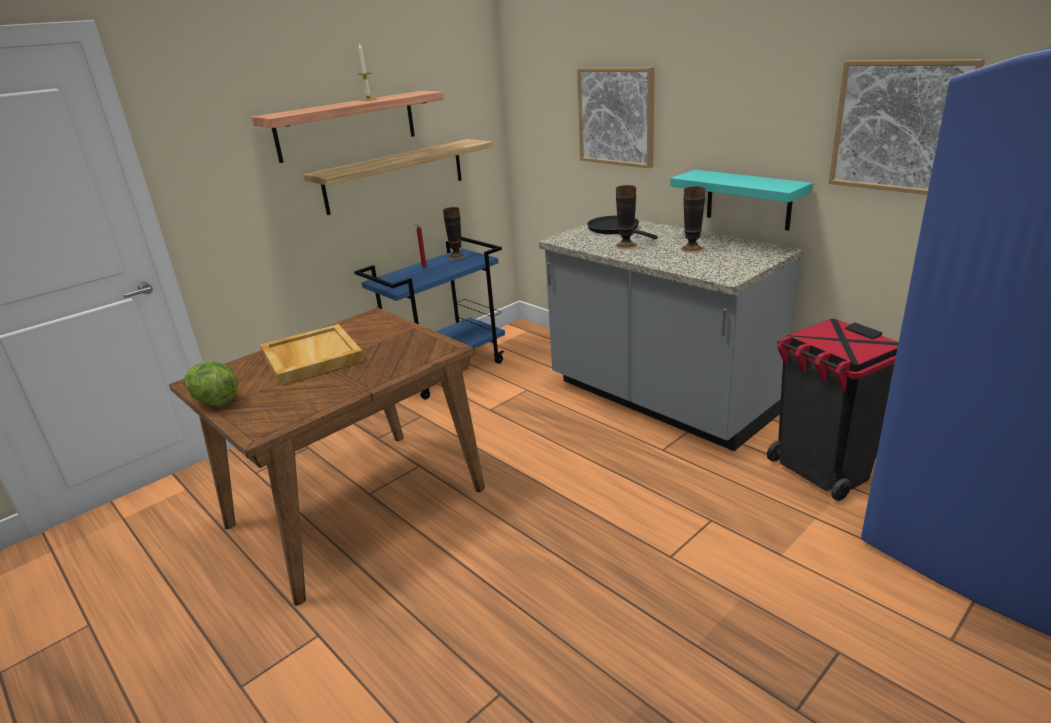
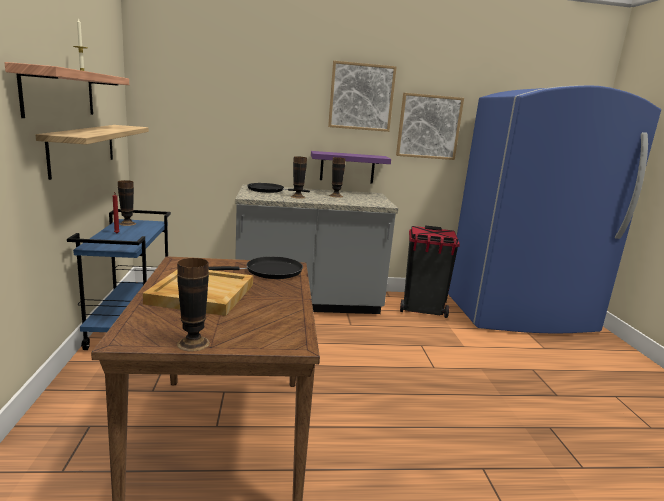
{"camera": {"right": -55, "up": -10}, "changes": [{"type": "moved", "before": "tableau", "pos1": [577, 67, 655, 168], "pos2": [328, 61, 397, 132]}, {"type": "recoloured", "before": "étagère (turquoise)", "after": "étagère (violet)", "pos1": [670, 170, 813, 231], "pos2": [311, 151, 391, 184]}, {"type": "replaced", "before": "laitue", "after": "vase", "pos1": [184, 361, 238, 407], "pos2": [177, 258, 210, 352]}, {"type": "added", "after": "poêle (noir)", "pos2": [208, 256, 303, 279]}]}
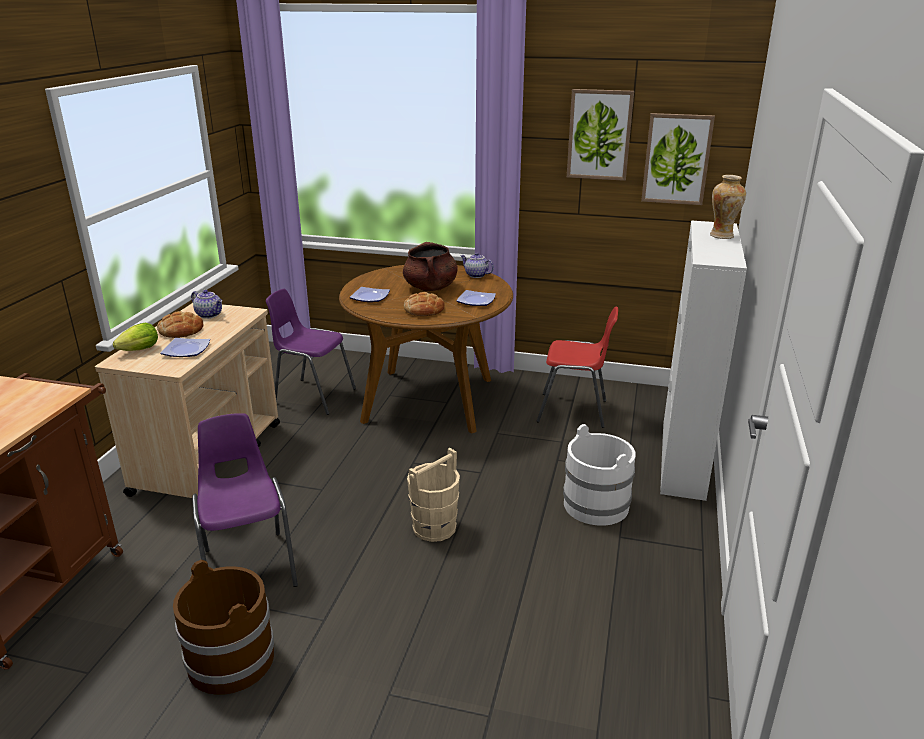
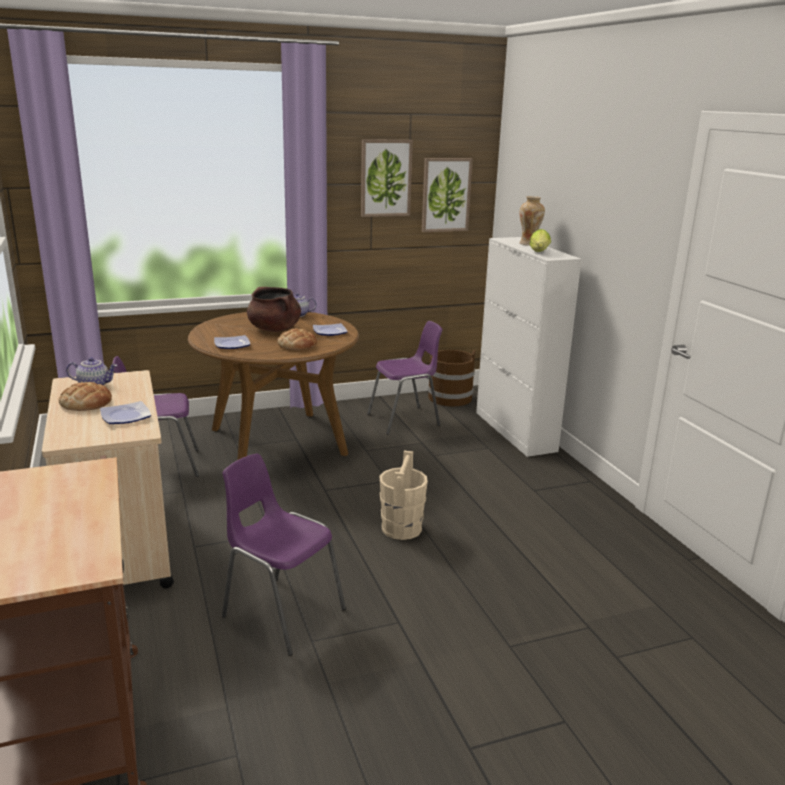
{"camera": {"right": -35, "up": -5}, "changes": [{"type": "recoloured", "before": "chaise (rouge)", "after": "chaise (violet)", "pos1": [537, 306, 618, 428], "pos2": [367, 321, 442, 435]}, {"type": "moved", "before": "laitue", "pos1": [113, 323, 158, 351], "pos2": [530, 229, 551, 252]}, {"type": "removed", "before": "seau (blanc)", "pos1": [563, 424, 636, 526]}, {"type": "moved", "before": "seau (marron)", "pos1": [173, 560, 274, 695], "pos2": [428, 350, 475, 406]}]}
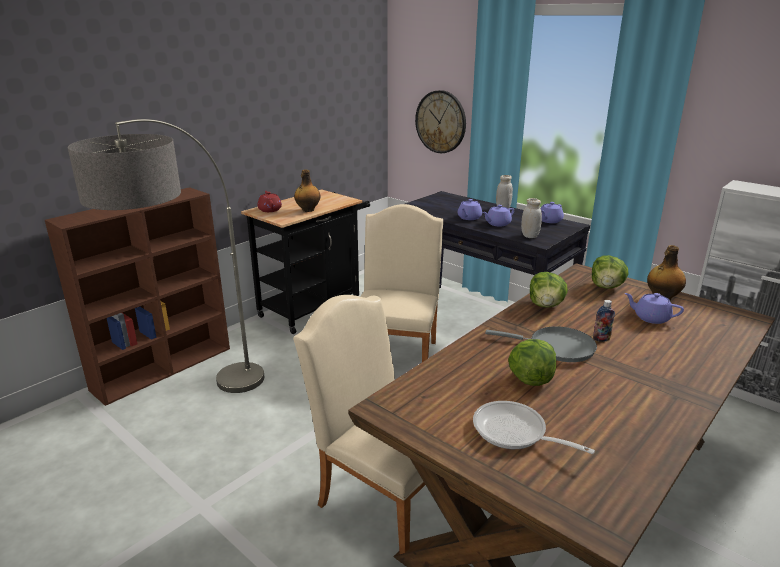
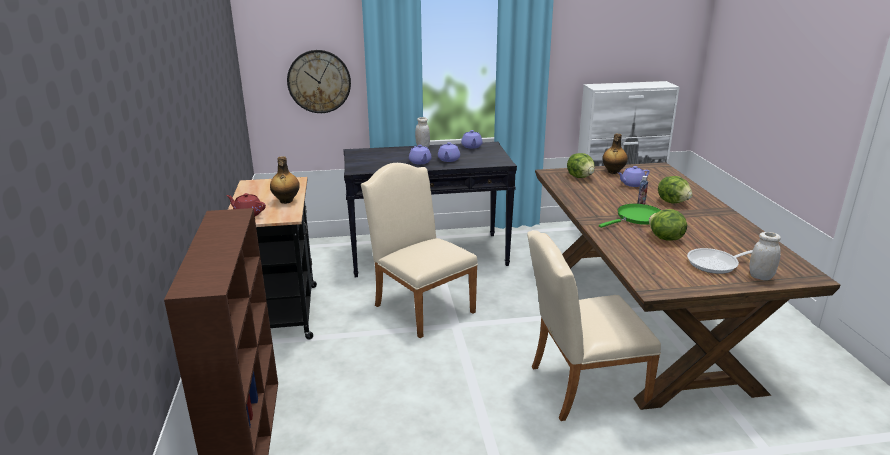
{"camera": {"right": -50, "up": 0}, "changes": [{"type": "removed", "before": "lampadaire", "pos1": [68, 119, 264, 393]}, {"type": "moved", "before": "bocal (blanc)", "pos1": [521, 198, 542, 238], "pos2": [749, 232, 781, 280]}, {"type": "moved", "before": "laitue", "pos1": [530, 272, 568, 308], "pos2": [658, 176, 692, 204]}, {"type": "recoloured", "before": "poêle (gris)", "after": "poêle (vert)", "pos1": [485, 326, 597, 362], "pos2": [599, 204, 661, 228]}]}
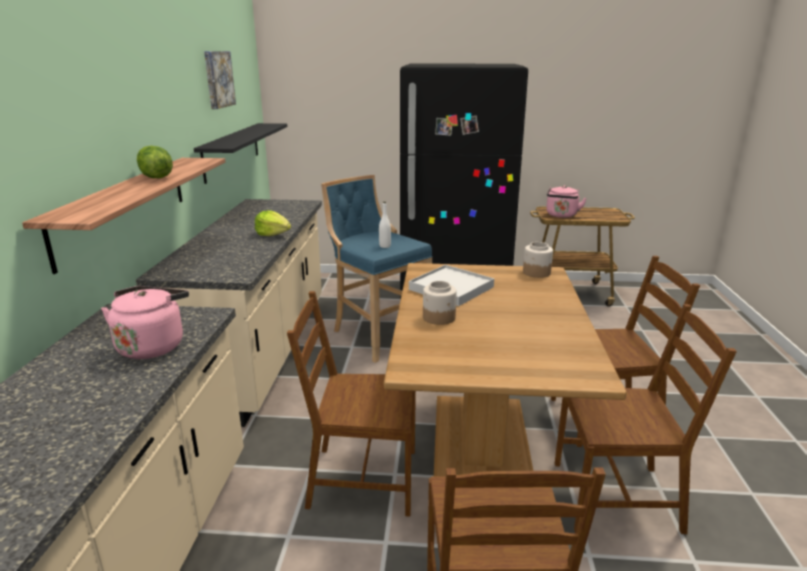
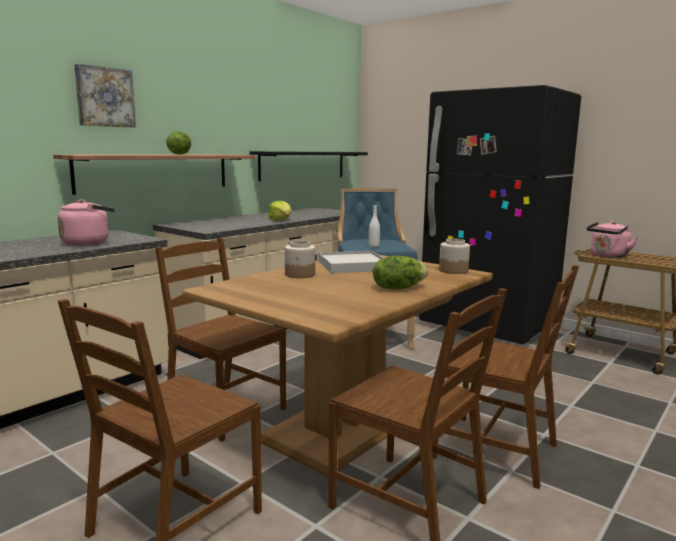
{"camera": {"right": 35, "up": -10}, "changes": [{"type": "moved", "before": "tableau", "pos1": [204, 51, 236, 109], "pos2": [74, 64, 136, 127]}, {"type": "added", "after": "laitue", "pos2": [373, 256, 428, 290]}]}
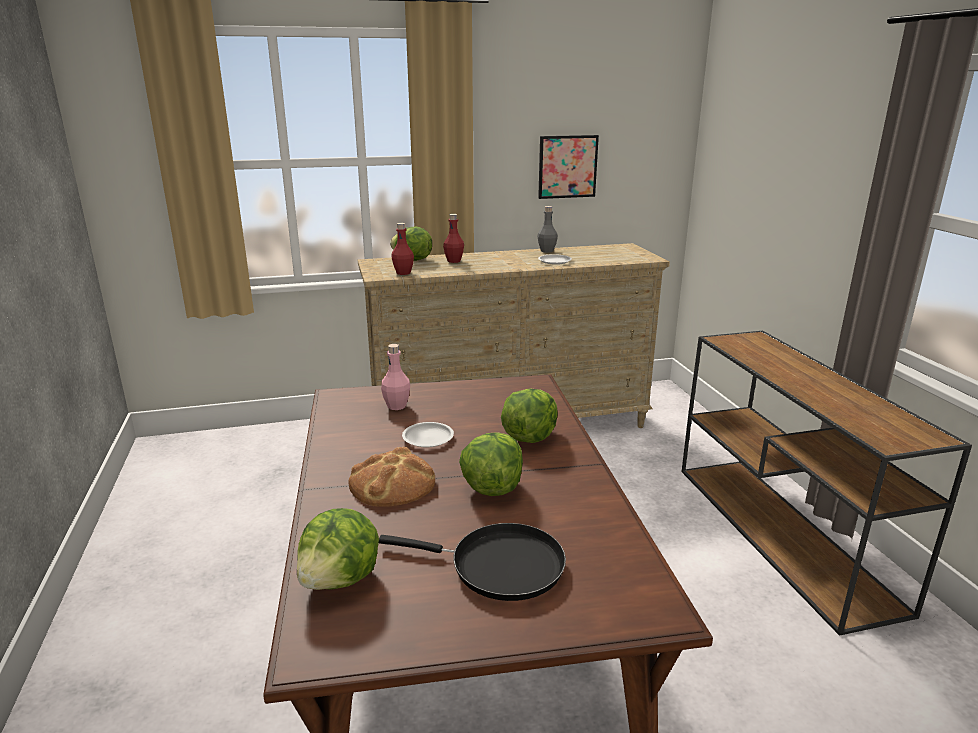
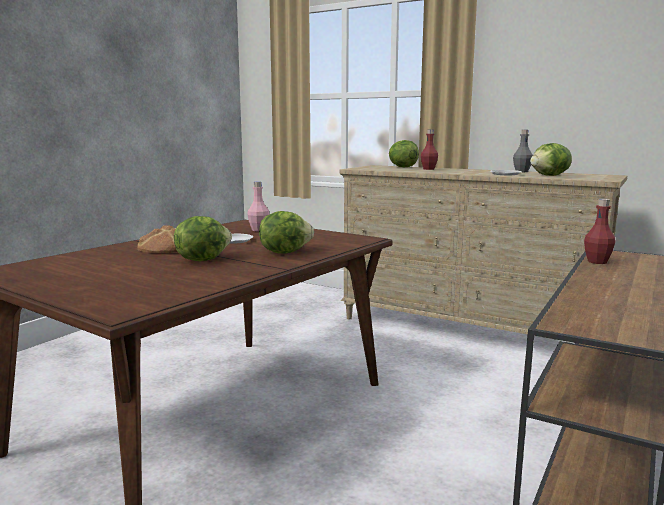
{"camera": {"right": 45, "up": -10}, "changes": [{"type": "removed", "before": "tableau", "pos1": [538, 135, 599, 199]}, {"type": "moved", "before": "bouteille (rouge)", "pos1": [391, 223, 414, 275], "pos2": [584, 199, 616, 264]}, {"type": "moved", "before": "laitue", "pos1": [297, 508, 379, 590], "pos2": [530, 143, 572, 176]}, {"type": "removed", "before": "poêle (noir)", "pos1": [379, 523, 566, 601]}]}
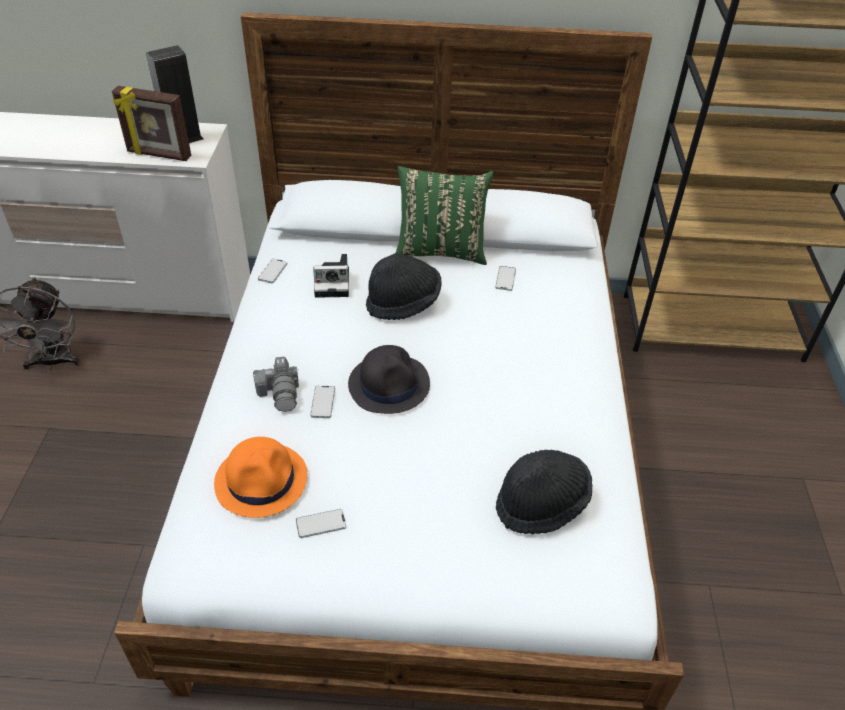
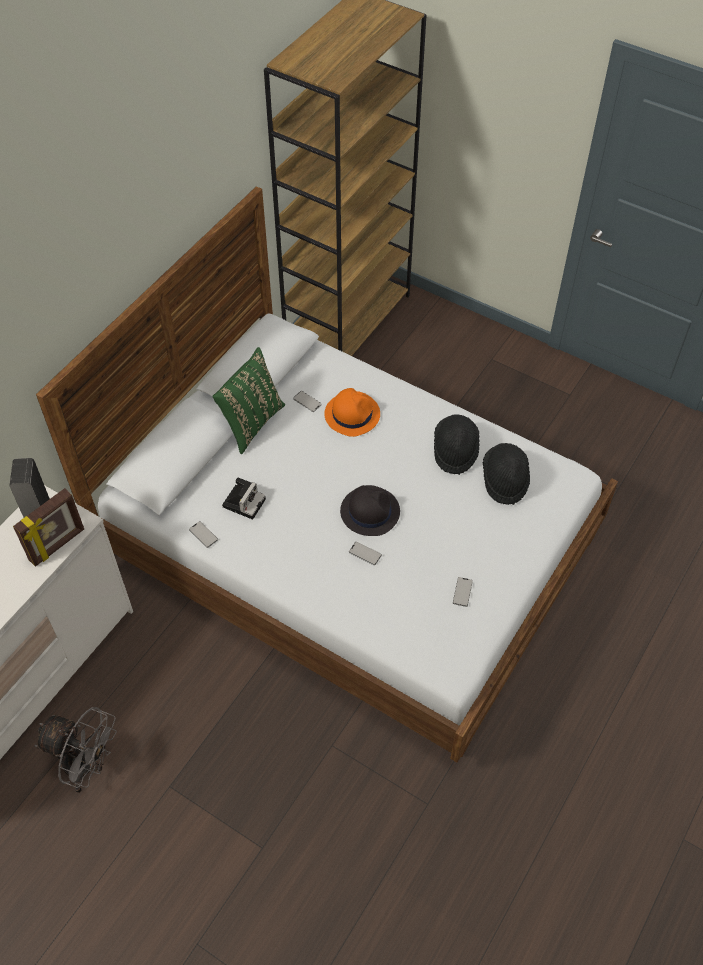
{"camera": {"right": -60, "up": 10}, "changes": [{"type": "moved", "before": "chapeau (noir)", "pos1": [366, 253, 442, 320], "pos2": [434, 415, 479, 475]}, {"type": "removed", "before": "appareil photo", "pos1": [253, 357, 299, 412]}, {"type": "moved", "before": "chapeau (orange)", "pos1": [214, 437, 307, 518], "pos2": [324, 388, 380, 437]}]}
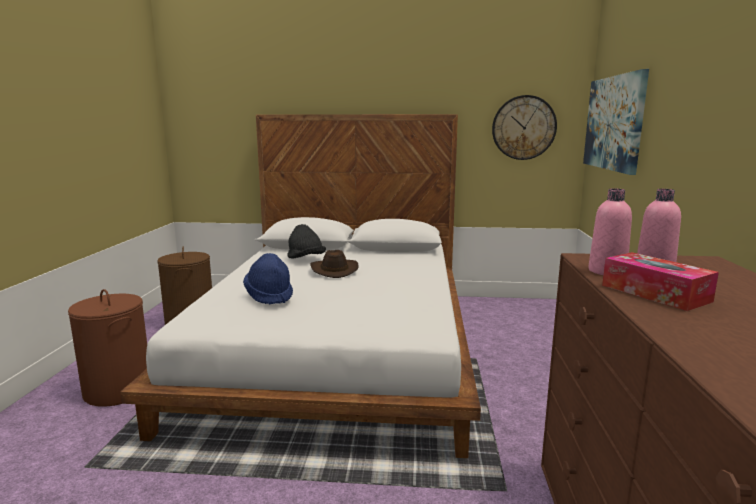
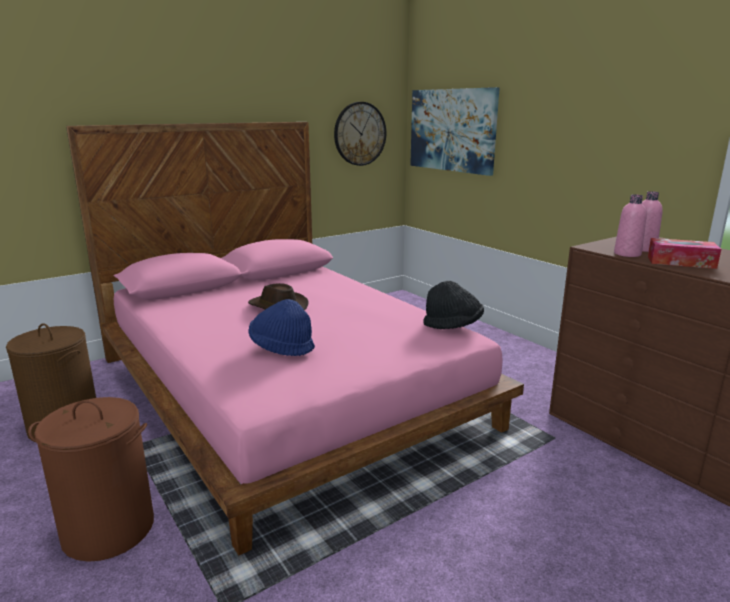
{"camera": {"right": -40, "up": 5}, "changes": [{"type": "recoloured", "before": "lit (blanc)", "after": "lit (rose)", "pos1": [120, 114, 481, 458], "pos2": [66, 122, 524, 555]}, {"type": "moved", "before": "chapeau (noir)", "pos1": [287, 224, 326, 258], "pos2": [423, 281, 484, 329]}]}
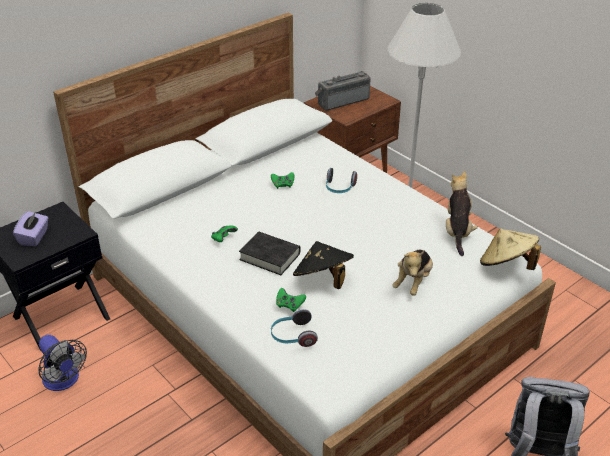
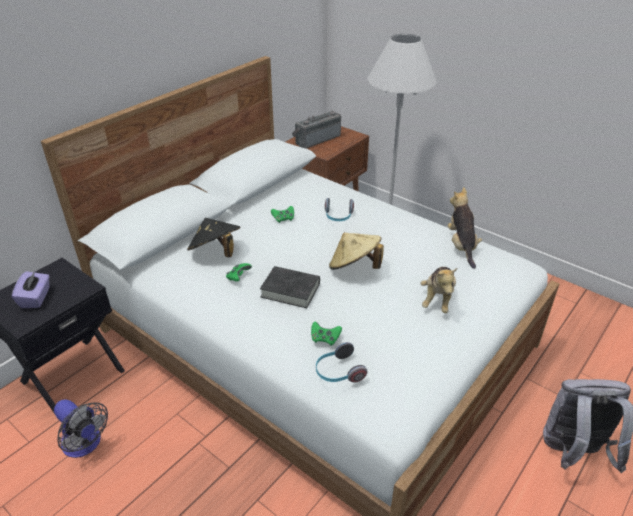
{"camera": {"right": -10, "up": 0}, "changes": [{"type": "moved", "before": "chapeau (beige)", "pos1": [480, 229, 541, 270], "pos2": [329, 232, 384, 270]}, {"type": "moved", "before": "chapeau (noir)", "pos1": [293, 241, 354, 289], "pos2": [187, 218, 241, 258]}]}
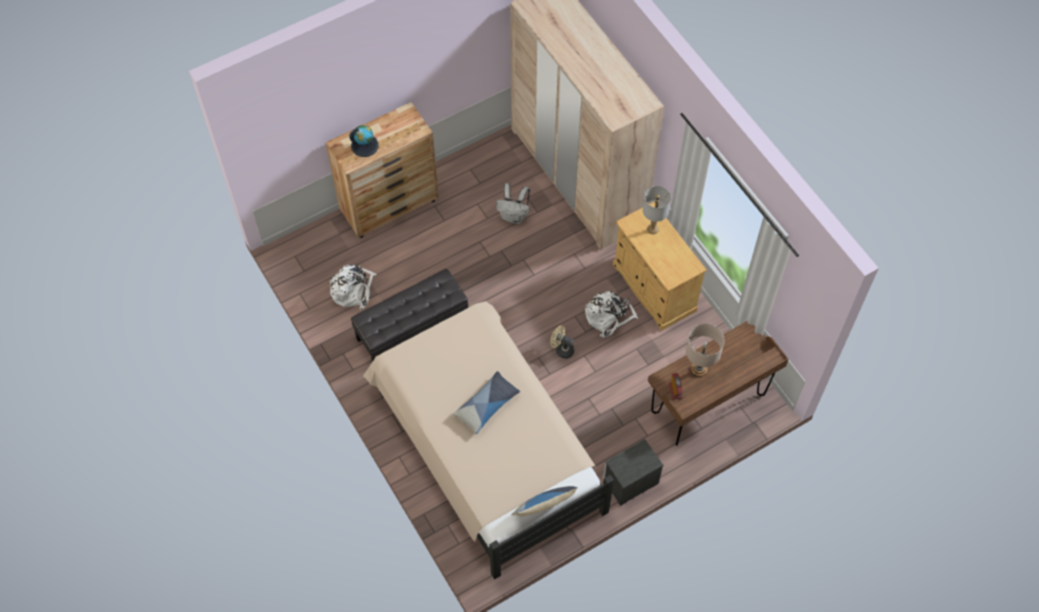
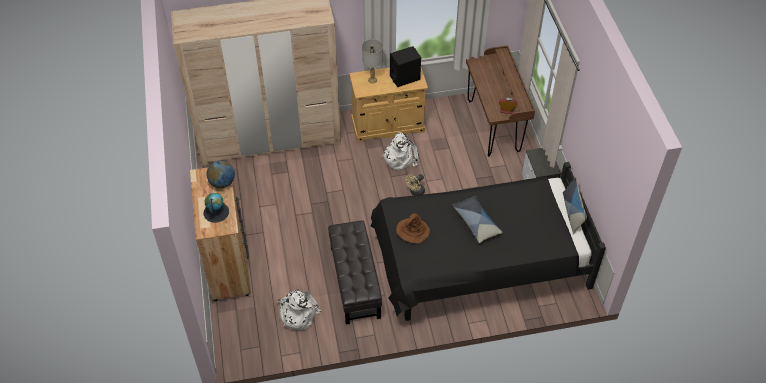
{"camera": {"right": -70, "up": -10}, "changes": [{"type": "removed", "before": "sac à dos (blanc)", "pos1": [496, 183, 530, 224]}, {"type": "recoloured", "before": "lit (beige)", "after": "lit (noir)", "pos1": [363, 301, 614, 579], "pos2": [370, 162, 606, 321]}, {"type": "removed", "before": "lampe de table (beige)", "pos1": [686, 324, 725, 377]}, {"type": "added", "after": "enceinte (noir)", "pos2": [390, 46, 421, 87]}, {"type": "added", "after": "globe", "pos2": [206, 161, 235, 188]}, {"type": "added", "after": "chapeau (marron)", "pos2": [396, 213, 430, 243]}]}
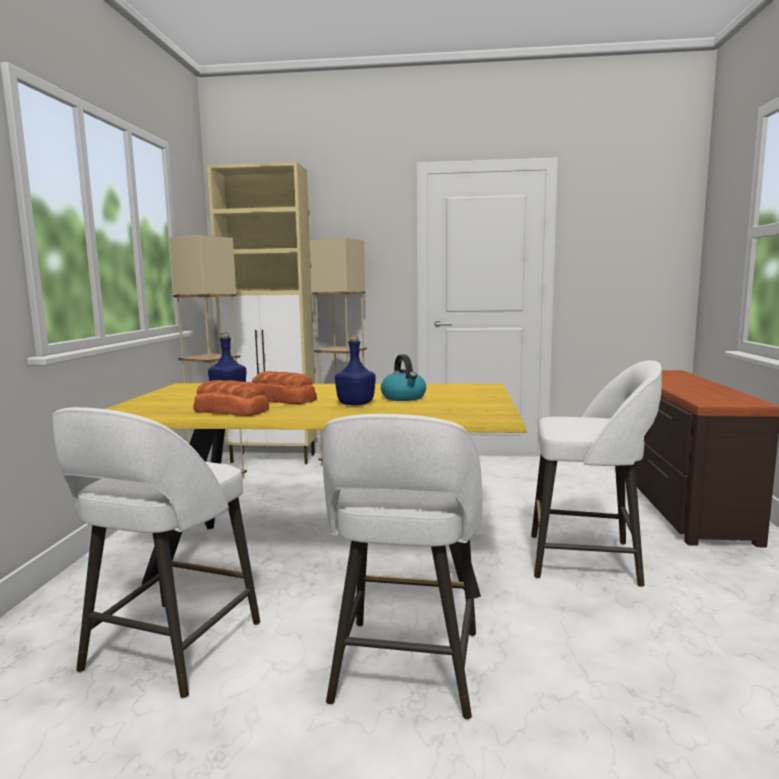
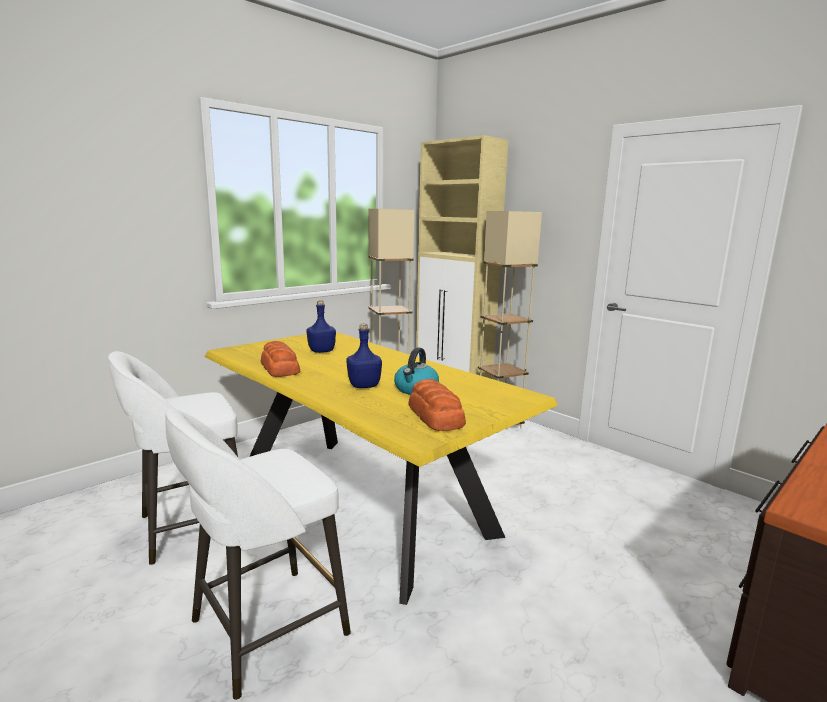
{"camera": {"right": 40, "up": 5}, "changes": [{"type": "removed", "before": "tabouret (blanc)", "pos1": [531, 360, 662, 587]}, {"type": "moved", "before": "pain", "pos1": [252, 371, 317, 404], "pos2": [408, 379, 466, 431]}]}
